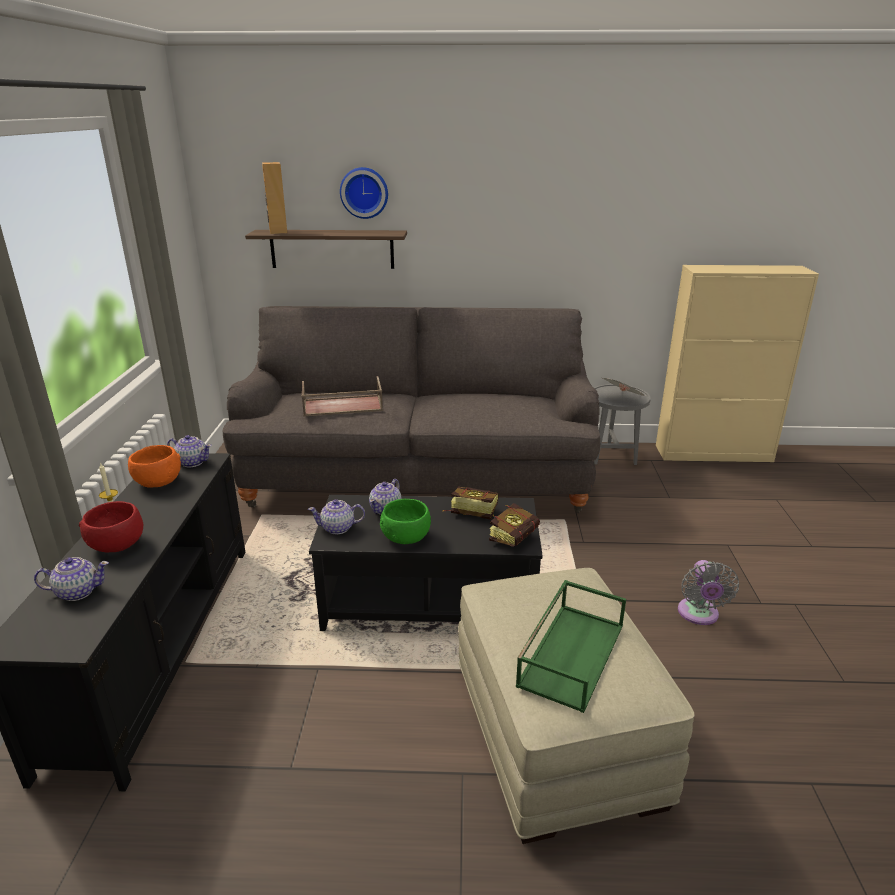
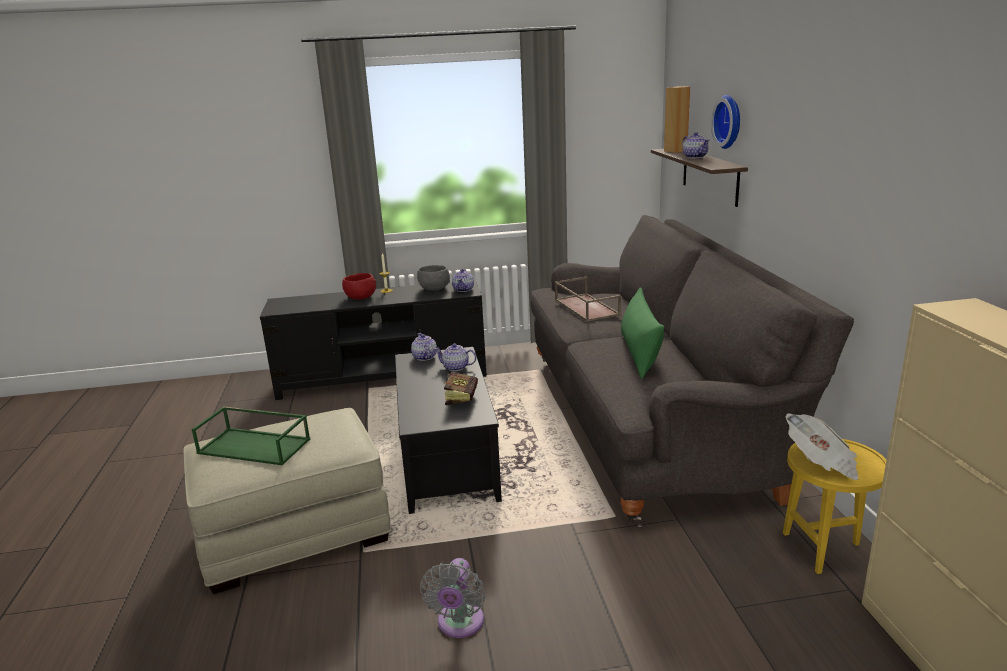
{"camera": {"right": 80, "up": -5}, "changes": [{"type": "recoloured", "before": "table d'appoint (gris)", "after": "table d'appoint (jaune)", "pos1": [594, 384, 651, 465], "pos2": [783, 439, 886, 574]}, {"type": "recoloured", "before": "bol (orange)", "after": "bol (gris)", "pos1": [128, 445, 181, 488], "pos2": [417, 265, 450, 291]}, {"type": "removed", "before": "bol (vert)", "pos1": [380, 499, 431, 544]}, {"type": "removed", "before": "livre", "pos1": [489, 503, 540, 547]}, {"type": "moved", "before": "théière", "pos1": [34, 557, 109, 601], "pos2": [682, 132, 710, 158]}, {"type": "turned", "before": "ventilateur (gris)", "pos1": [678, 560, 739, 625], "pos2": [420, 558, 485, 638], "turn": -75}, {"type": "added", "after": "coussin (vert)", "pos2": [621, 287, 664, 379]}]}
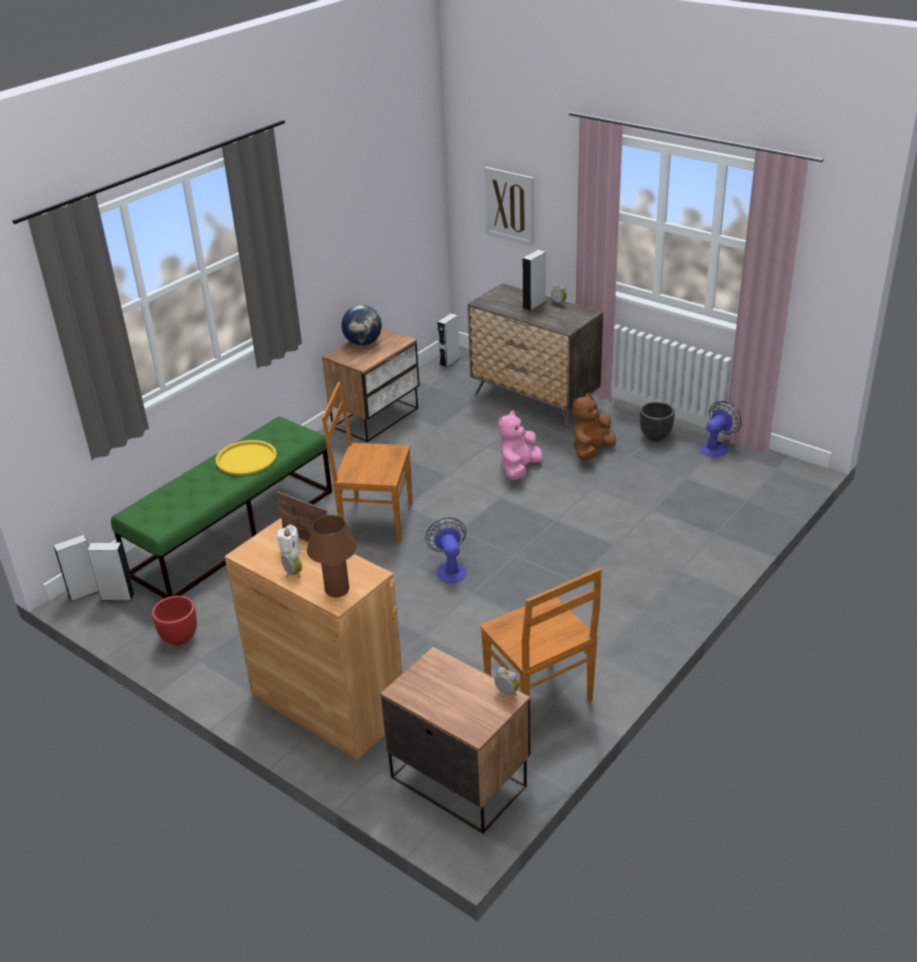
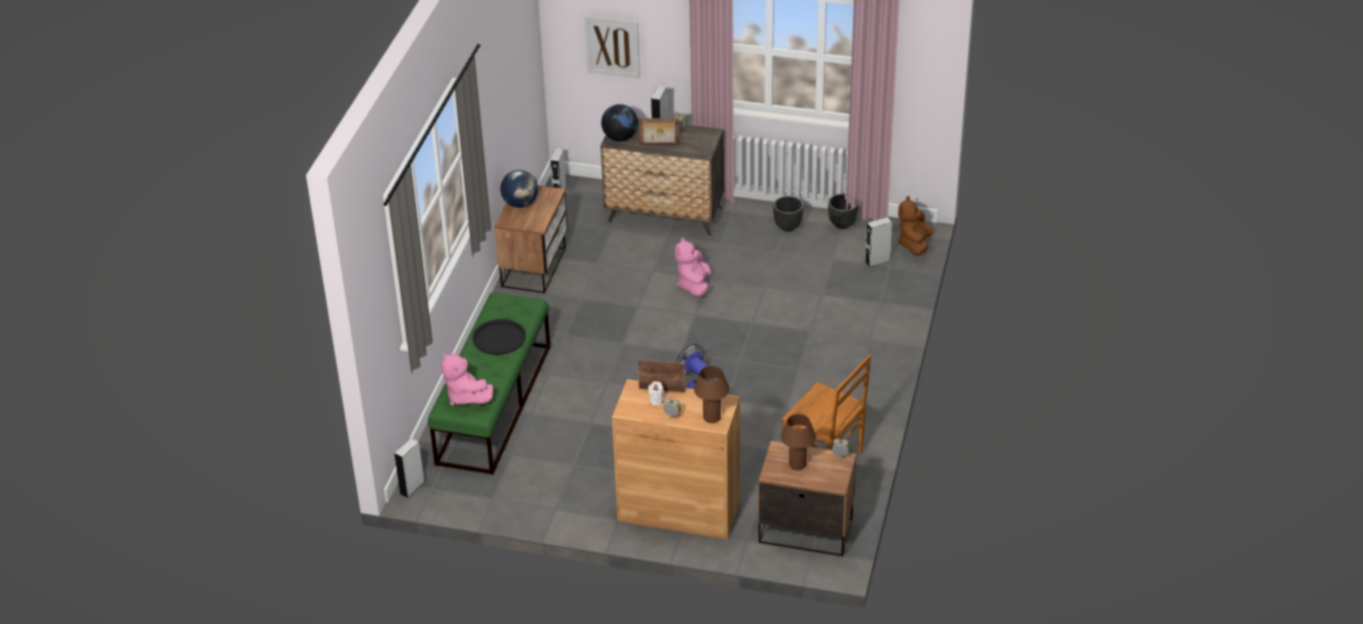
{"camera": {"right": -25, "up": 5}, "changes": [{"type": "removed", "before": "chaise (marron)", "pos1": [322, 382, 413, 543]}, {"type": "moved", "before": "peluche (marron)", "pos1": [573, 393, 616, 461], "pos2": [898, 196, 933, 256]}, {"type": "replaced", "before": "ventilateur", "after": "cache-pot (noir)", "pos1": [700, 401, 742, 457], "pos2": [828, 194, 858, 229]}, {"type": "recoloured", "before": "plateau (jaune)", "after": "plateau (noir)", "pos1": [216, 440, 277, 475], "pos2": [472, 319, 526, 355]}, {"type": "moved", "before": "enceinte (gris)", "pos1": [87, 542, 135, 601], "pos2": [865, 217, 892, 267]}, {"type": "removed", "before": "cache-pot (rouge)", "pos1": [152, 596, 197, 646]}, {"type": "added", "after": "globe", "pos2": [601, 104, 638, 141]}, {"type": "added", "after": "cadre photo", "pos2": [639, 118, 679, 145]}, {"type": "added", "after": "peluche (rose)", "pos2": [441, 353, 493, 406]}, {"type": "added", "after": "lampe de table (marron)", "pos2": [781, 414, 816, 470]}]}
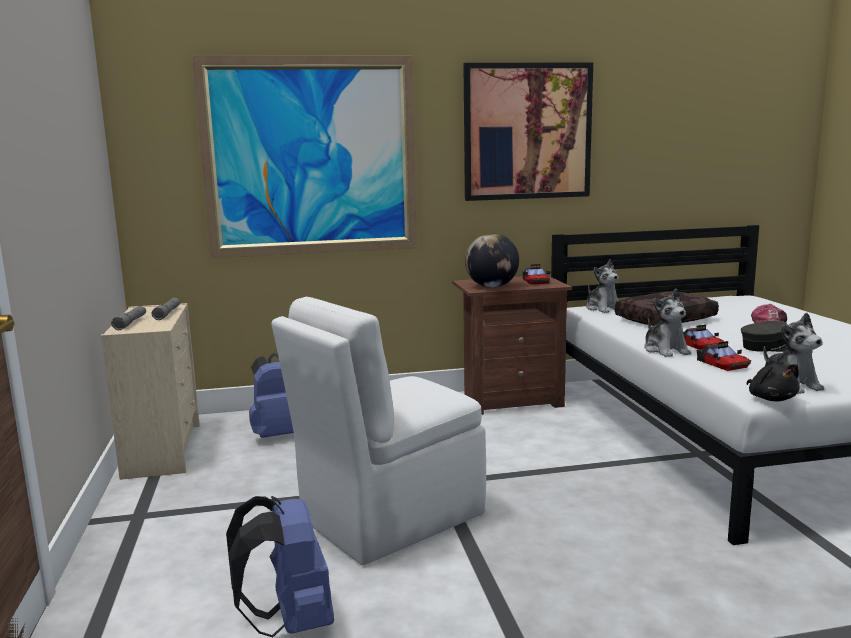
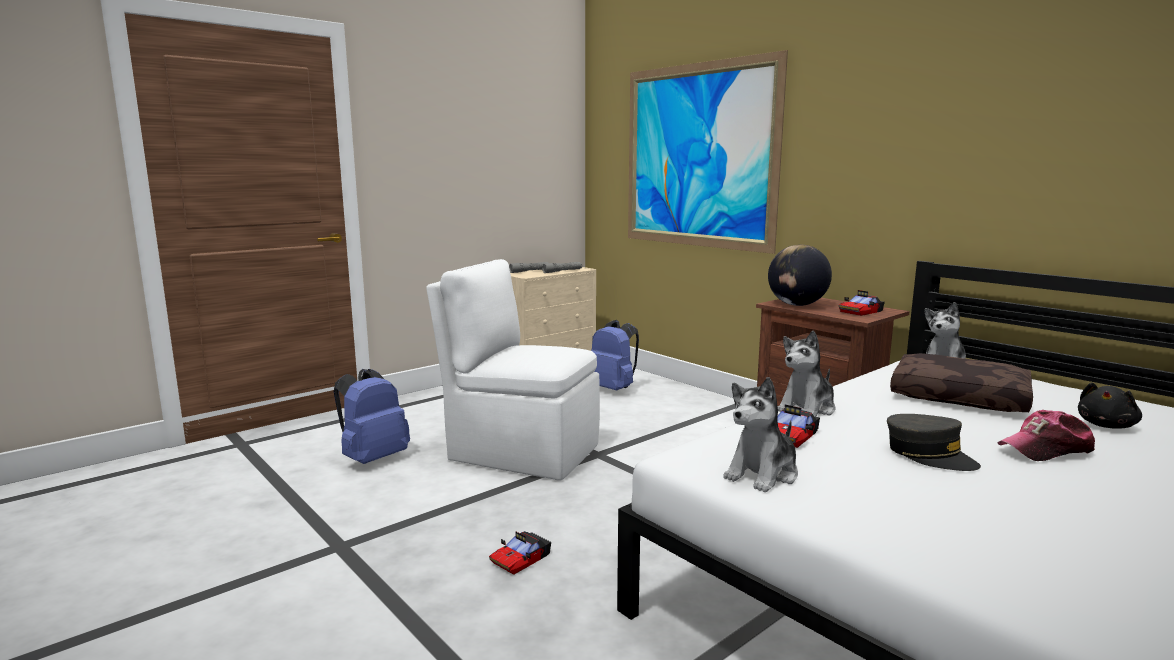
{"camera": {"right": 60, "up": 0}, "changes": [{"type": "removed", "before": "tableau", "pos1": [463, 63, 593, 201]}, {"type": "moved", "before": "petite voiture", "pos1": [683, 325, 725, 350], "pos2": [489, 531, 551, 575]}, {"type": "moved", "before": "peluche (noir)", "pos1": [746, 364, 800, 401], "pos2": [1078, 382, 1142, 428]}]}
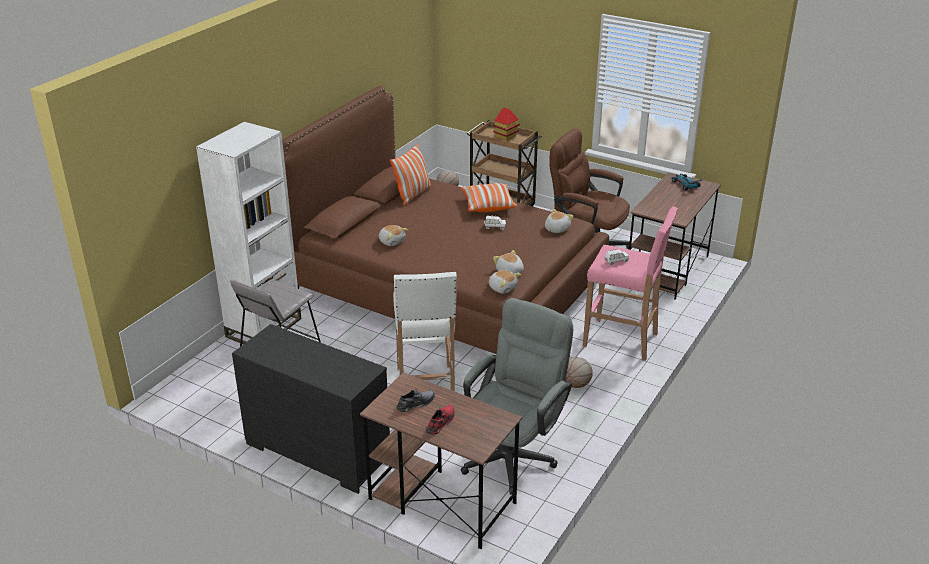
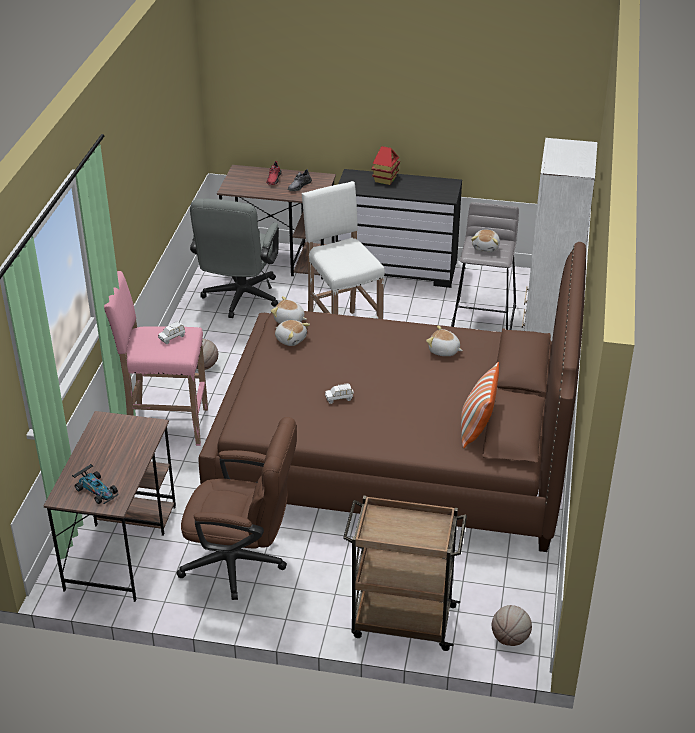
{"camera": {"right": 160, "up": 5}, "changes": [{"type": "moved", "before": "maison miniature", "pos1": [493, 107, 520, 141], "pos2": [371, 146, 400, 185]}, {"type": "removed", "before": "coussin", "pos1": [461, 183, 517, 212]}, {"type": "moved", "before": "peluche", "pos1": [545, 209, 574, 233], "pos2": [471, 229, 500, 252]}]}
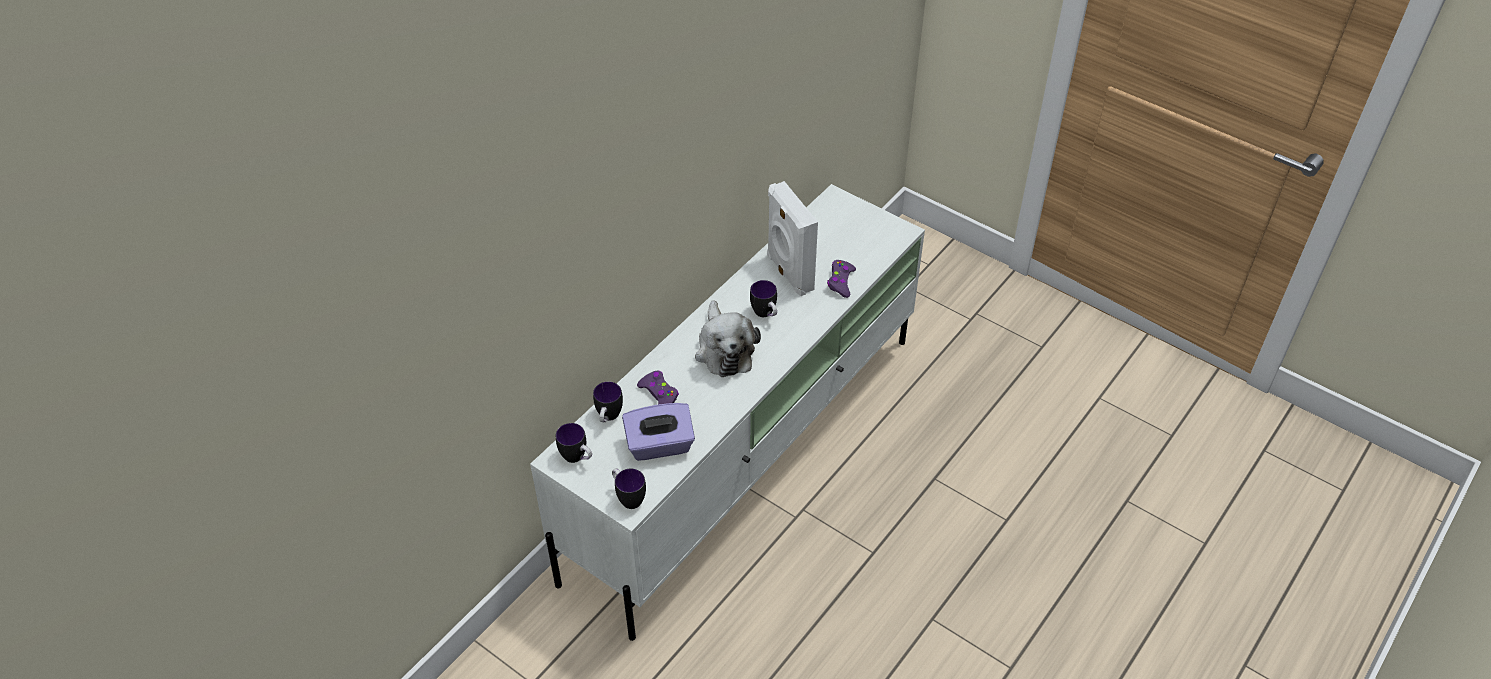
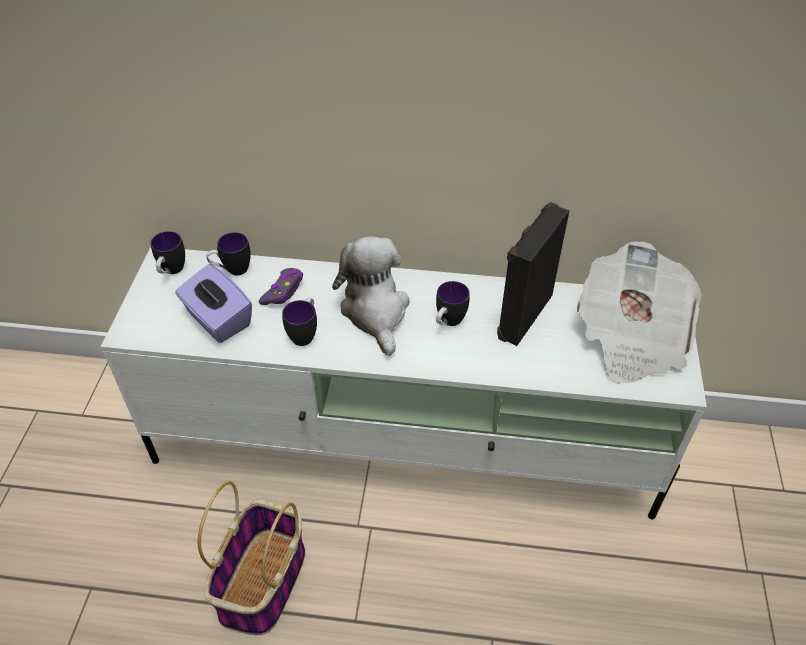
{"camera": {"right": 60, "up": 0}, "changes": [{"type": "recoloured", "before": "enceinte (blanc)", "after": "enceinte (noir)", "pos1": [767, 181, 818, 296], "pos2": [497, 202, 569, 346]}, {"type": "removed", "before": "manette (violet)", "pos1": [827, 260, 856, 298]}, {"type": "turned", "before": "peluche", "pos1": [695, 300, 761, 377], "pos2": [332, 236, 409, 356], "turn": 120}, {"type": "moved", "before": "mug", "pos1": [612, 468, 646, 509], "pos2": [282, 298, 317, 346]}, {"type": "added", "after": "journal", "pos2": [577, 241, 702, 384]}, {"type": "added", "after": "panier", "pos2": [198, 481, 305, 635]}]}
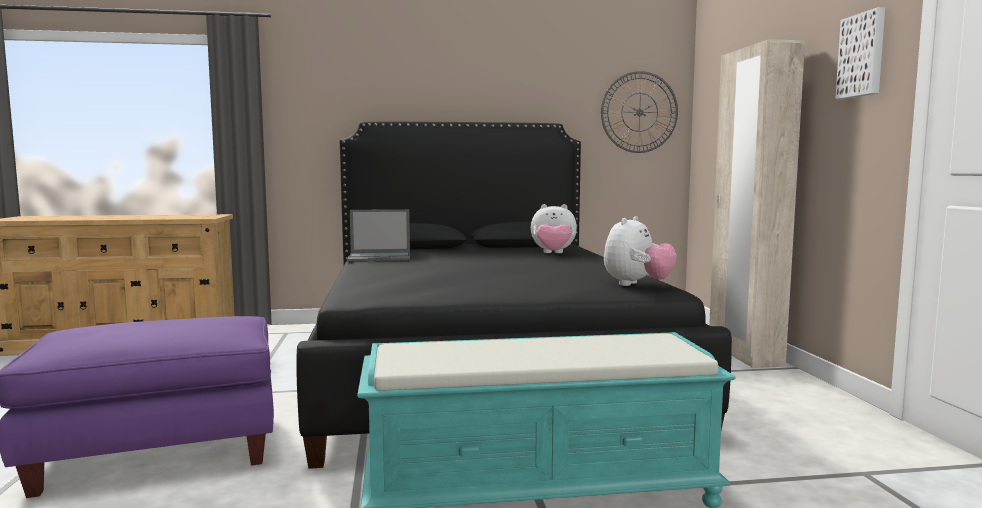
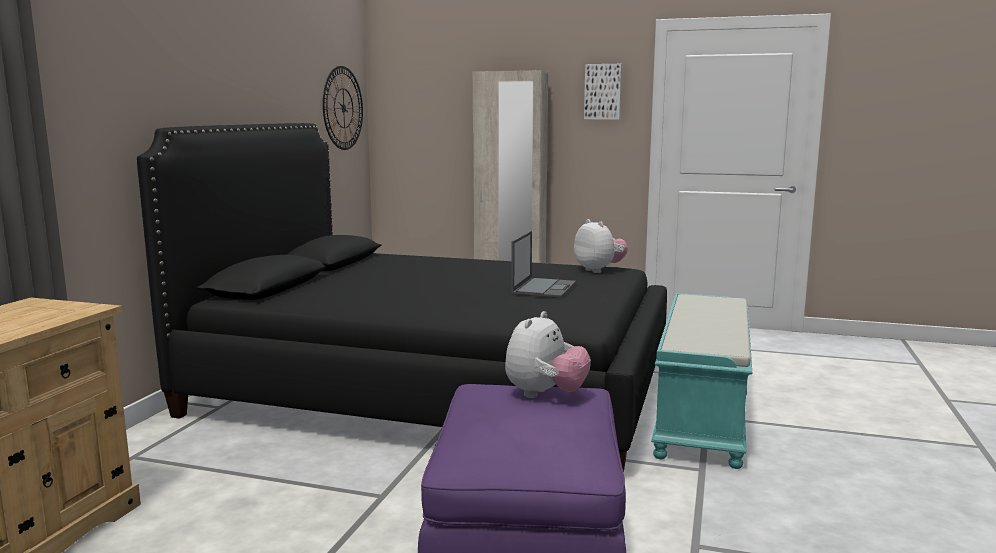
{"camera": {"right": -65, "up": 5}, "changes": [{"type": "moved", "before": "peluche", "pos1": [531, 204, 577, 253], "pos2": [505, 311, 591, 398]}, {"type": "moved", "before": "ordinateur portable", "pos1": [347, 209, 410, 261], "pos2": [511, 231, 576, 298]}]}
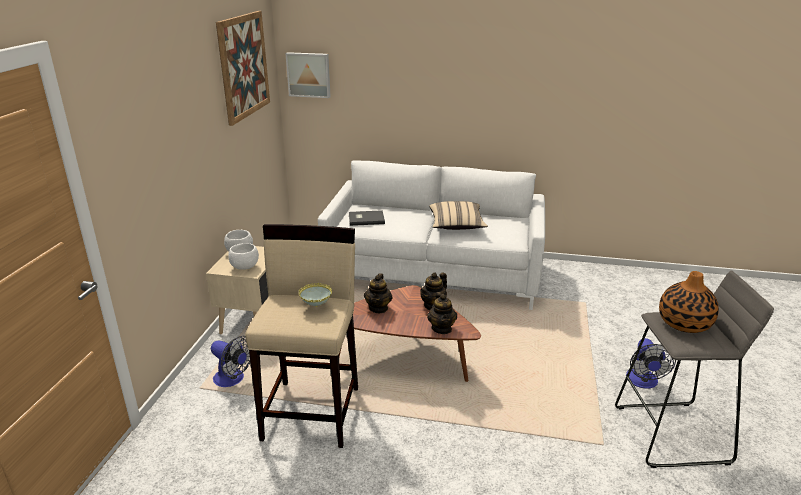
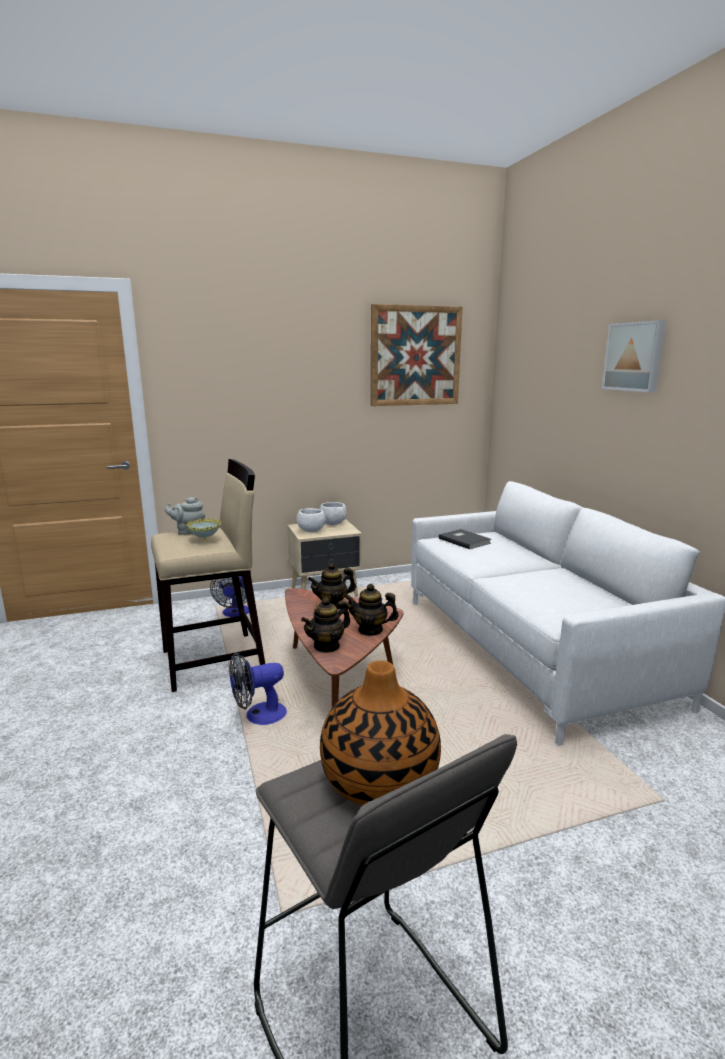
{"camera": {"right": 60, "up": -10}, "changes": [{"type": "moved", "before": "tableau", "pos1": [285, 52, 331, 98], "pos2": [602, 320, 666, 392]}, {"type": "removed", "before": "coussin (beige)", "pos1": [429, 201, 488, 230]}, {"type": "moved", "before": "ventilateur", "pos1": [626, 338, 676, 389], "pos2": [229, 652, 287, 725]}, {"type": "added", "after": "théière (gris)", "pos2": [165, 497, 205, 535]}]}
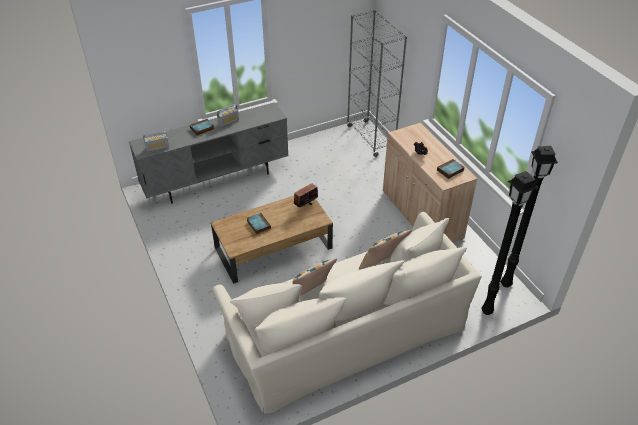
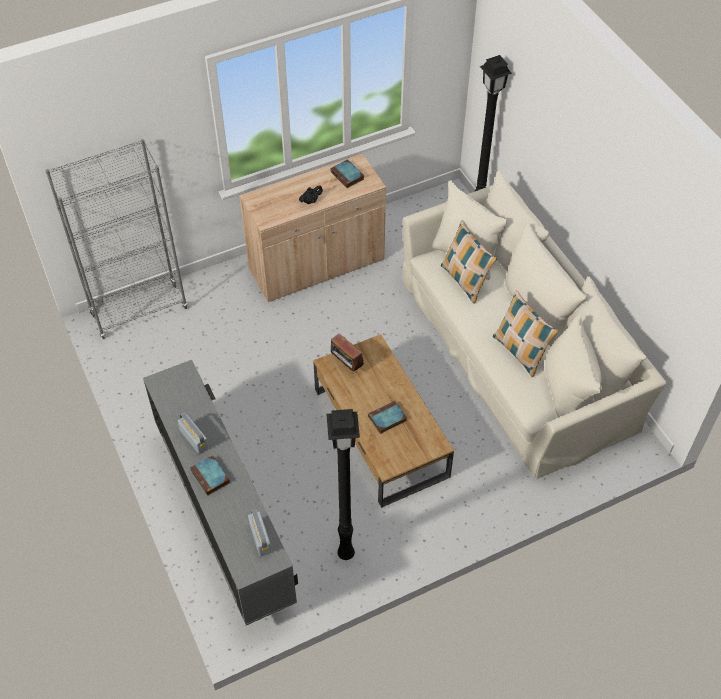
{"camera": {"right": -90, "up": 10}, "changes": [{"type": "moved", "before": "lampadaire (noir)", "pos1": [501, 146, 558, 288], "pos2": [326, 409, 360, 560]}]}
